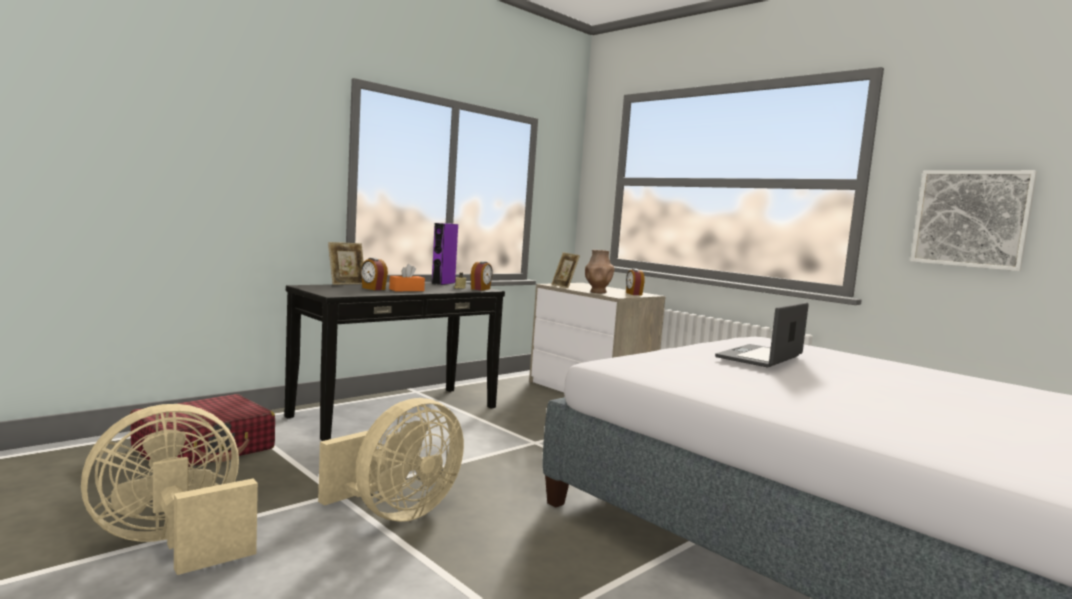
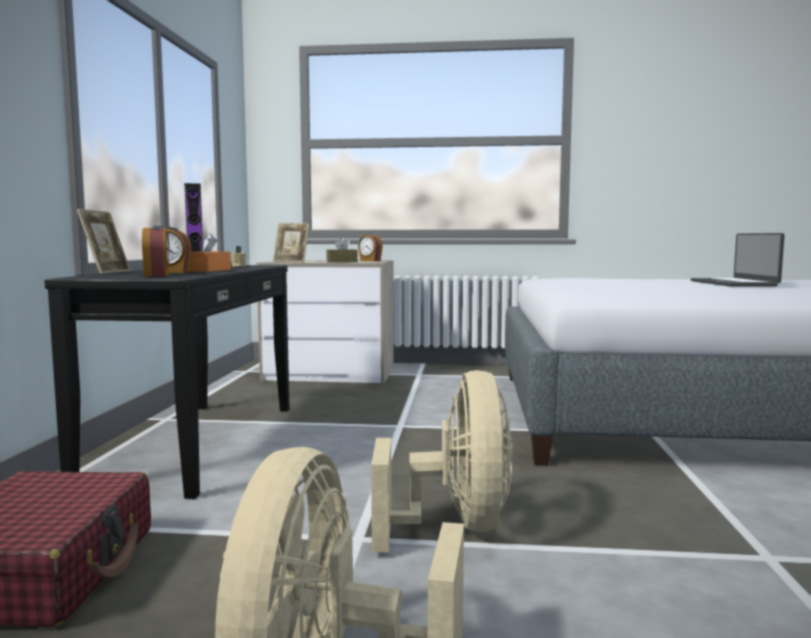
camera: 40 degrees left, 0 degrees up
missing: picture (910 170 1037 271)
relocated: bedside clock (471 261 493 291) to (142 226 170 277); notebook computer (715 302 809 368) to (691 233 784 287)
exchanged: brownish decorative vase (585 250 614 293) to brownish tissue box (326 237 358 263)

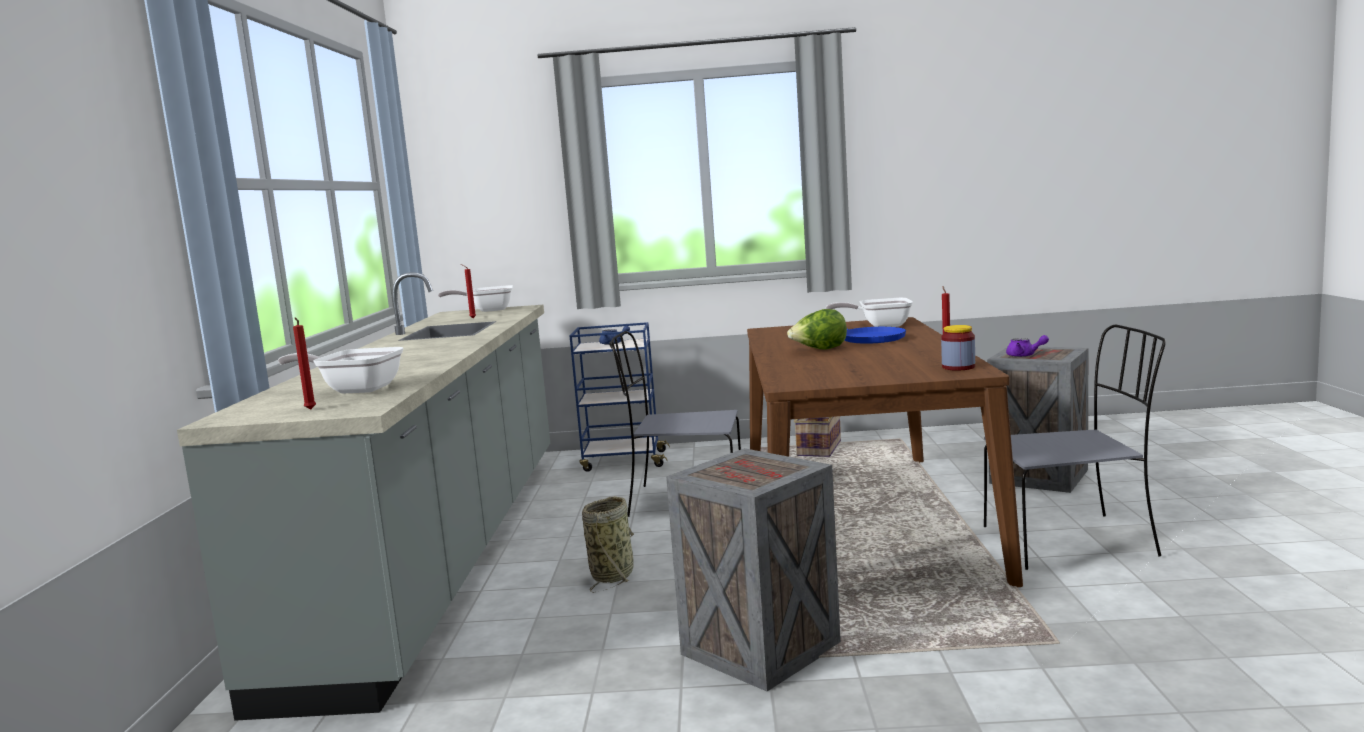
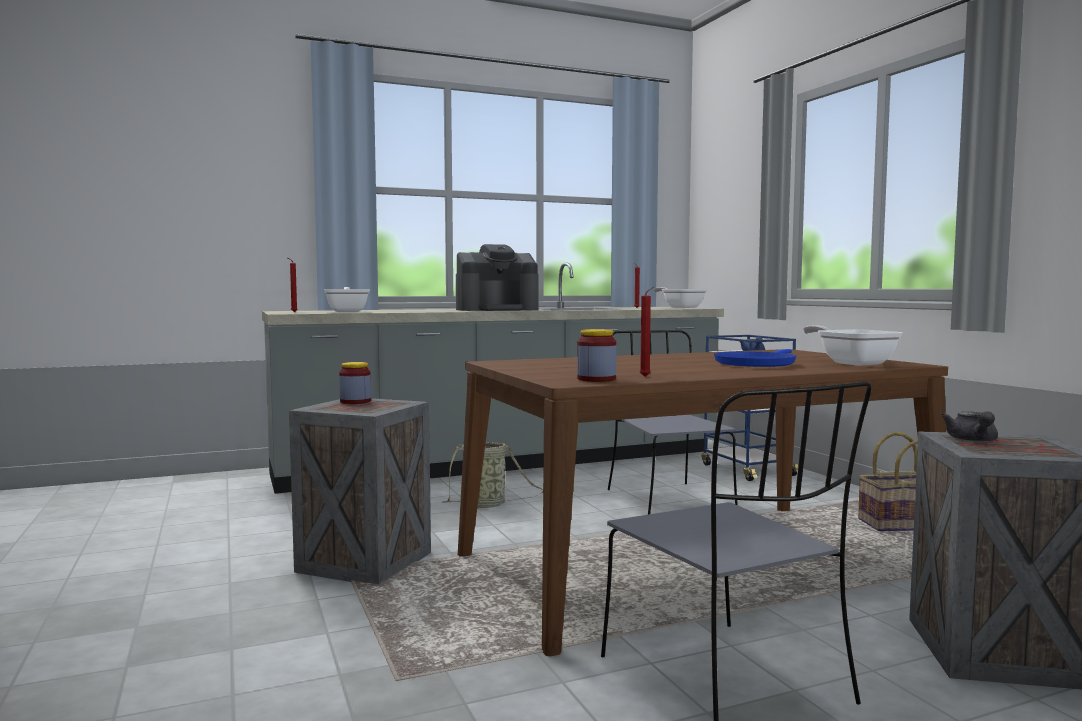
camera: 65 degrees right, 5 degrees down
missing: lettuce (787 309 847 350)
appeared: preserve jar (339 362 371 404); coffee maker (456 244 538 311)
colour: purplish teapot (1006 335 1049 357) to greyish teapot (941 411 998 442)

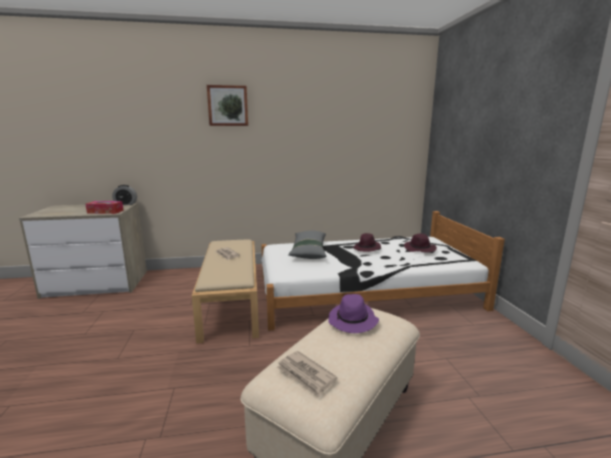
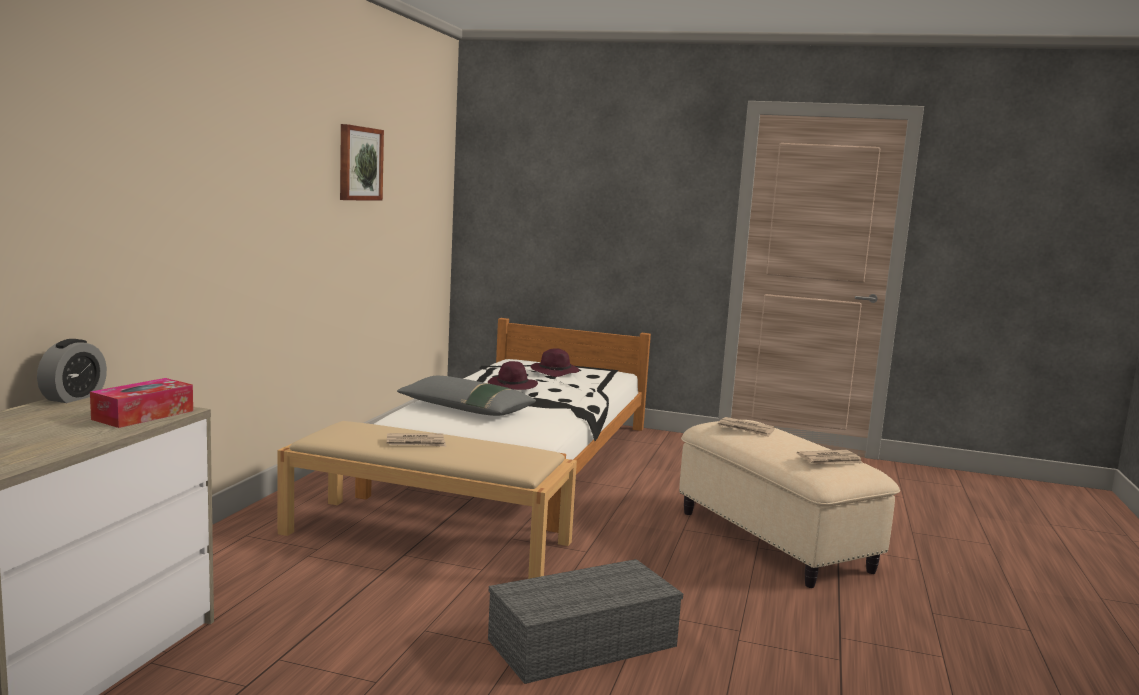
camera: 65 degrees left, 5 degrees down
appeared: greyish storage container (488 559 683 684)
relocated: picture (207 85 248 126) to (340 124 384 200)
exchanged: purplish wearable hat (328 294 379 333) to printed paper (718 417 775 437)

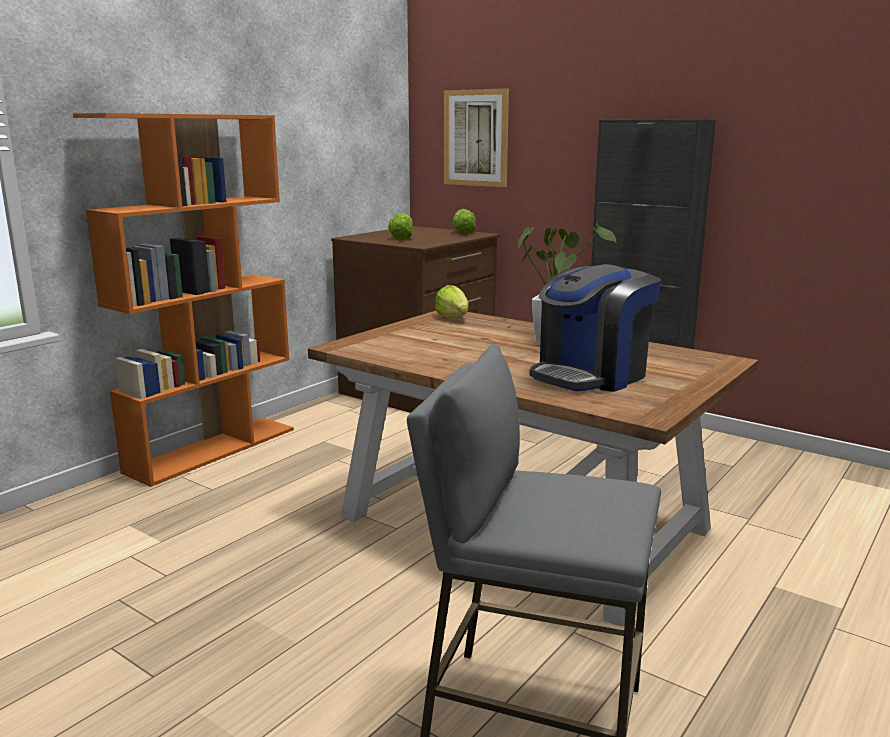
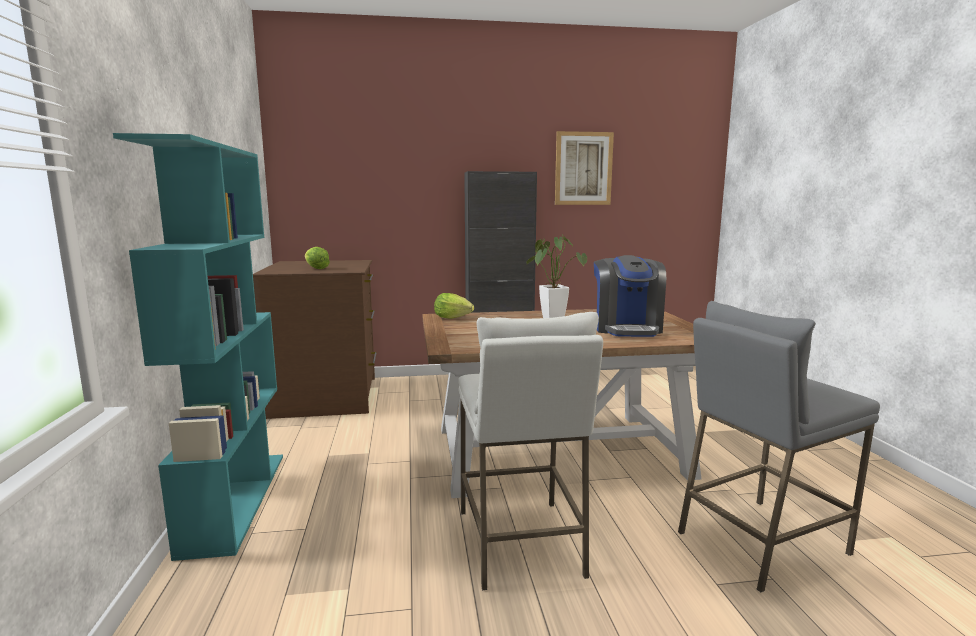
camera: 45 degrees left, 5 degrees down
missing: lettuce (453 209 476 234)
appeared: white sitting stool (458 312 603 590)
relocated: picture (444 88 509 187) to (555 131 614 205)
colour: orange-coloured bookcase (73 113 294 487) to blue-green bookcase (113 133 283 561)

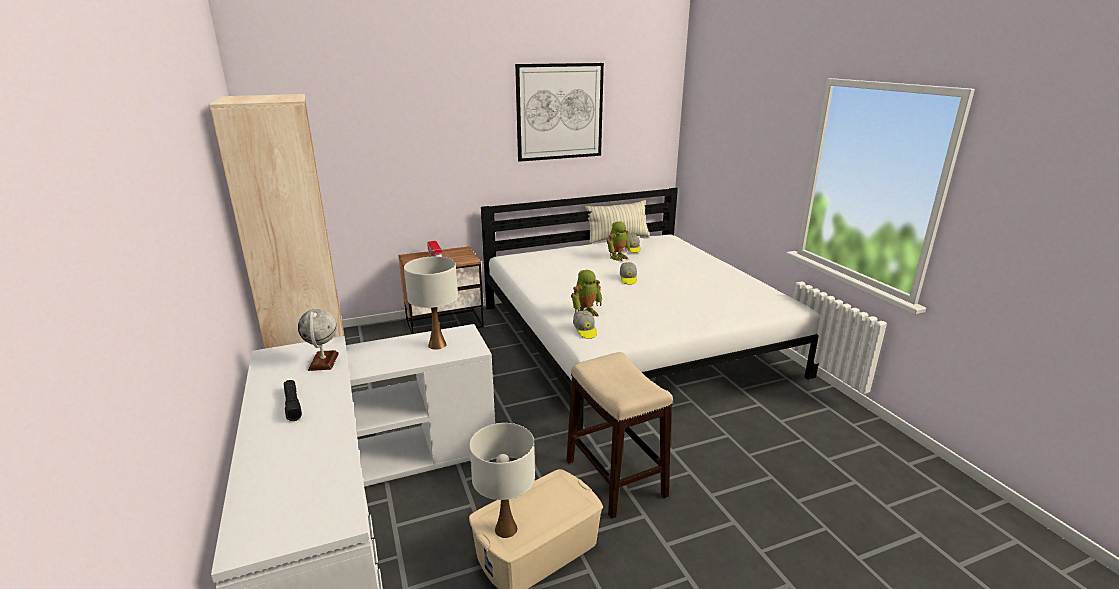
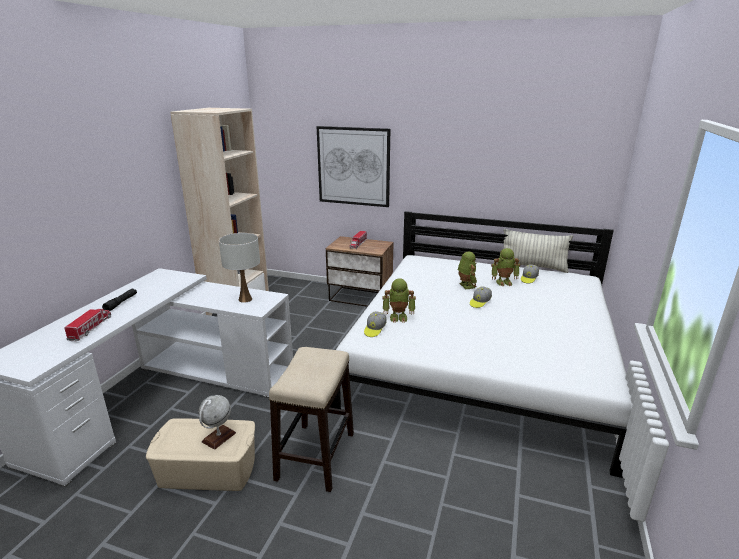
camera: 40 degrees right, 0 degrees up
missing: white lamp for a table (469 423 535 538)
appeared: toy truck (64 309 111 341); model robot (458 251 477 289)
relocated: world globe (298 309 339 371) to (199 395 236 450); picture (515 63 604 162) to (317 126 390 207)

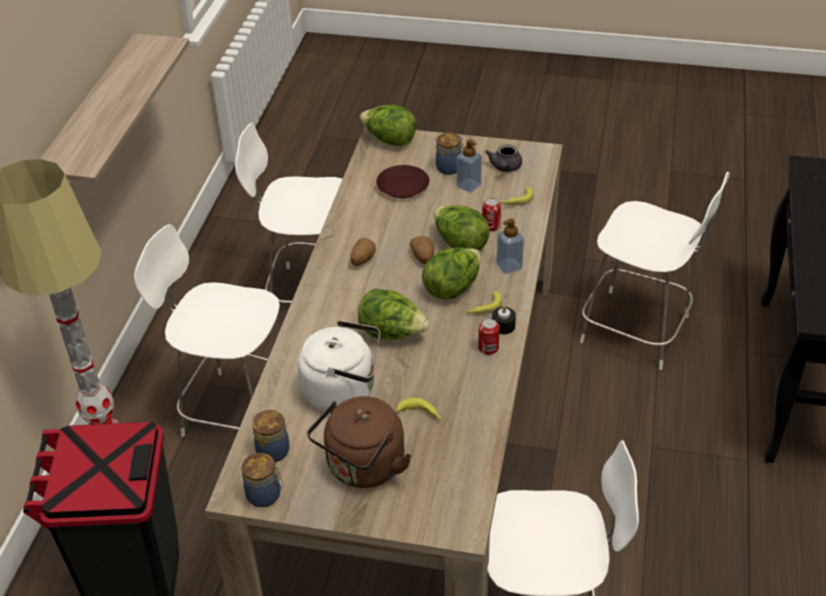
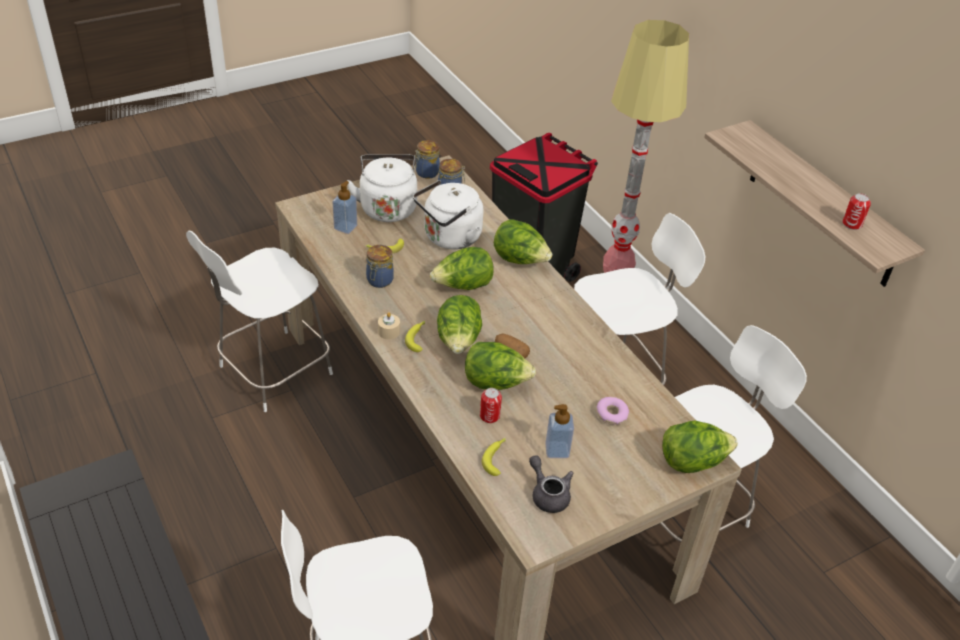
camera: 135 degrees right, 0 degrees up
missing: whole potato (350 238 376 266)
appeared: lettuce (494 219 552 264)
relocated: soap dispenser (496 219 524 274) to (333 181 357 234); preserve jar (436 133 463 175) to (366 245 394 288); metal can (478 318 500 355) to (843 193 871 230)
exchanged: brownish plate (376 165 429 198) to doughnut (596 397 629 425)
colour: brownish water kettle (307 396 411 488) to white water kettle (347 155 417 222); black wax candle (492 305 516 334) to beige wax candle (378 312 400 340)

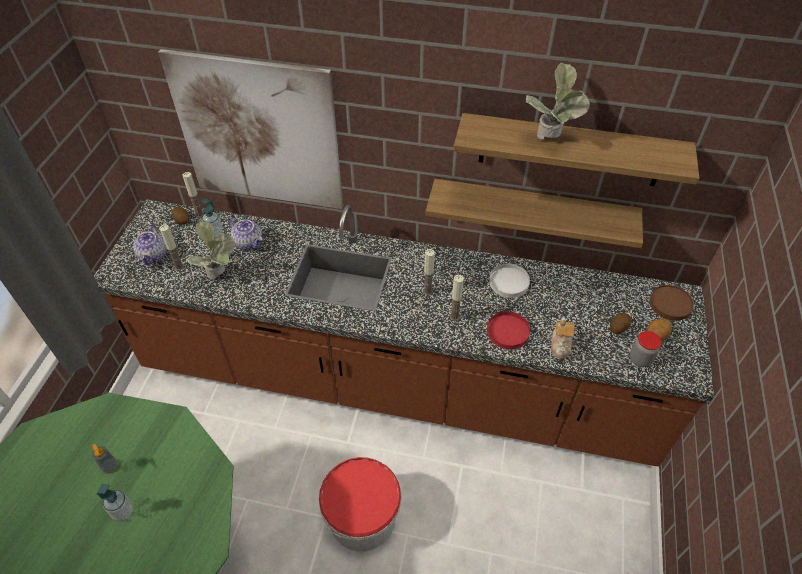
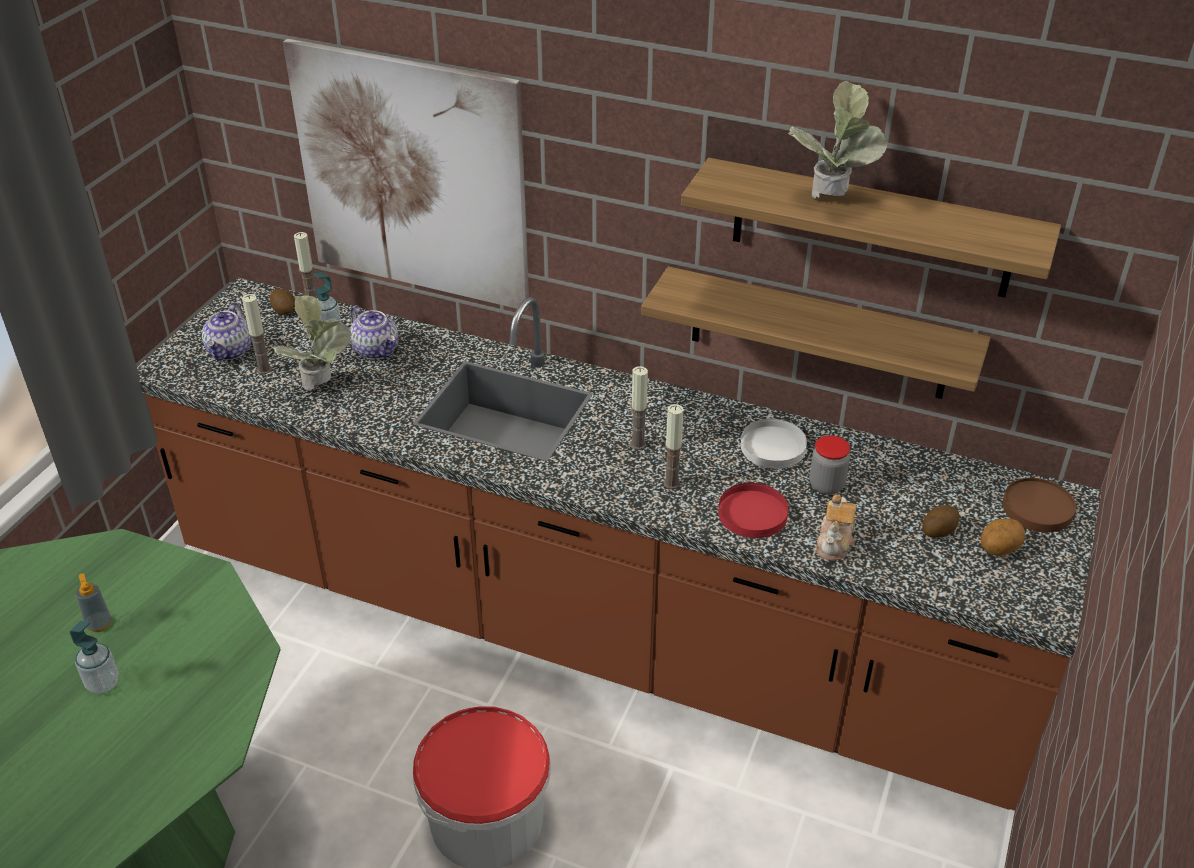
camera: 10 degrees right, 10 degrees down
relocated: preserve jar (630 331 662 367) to (809 436 850 495)

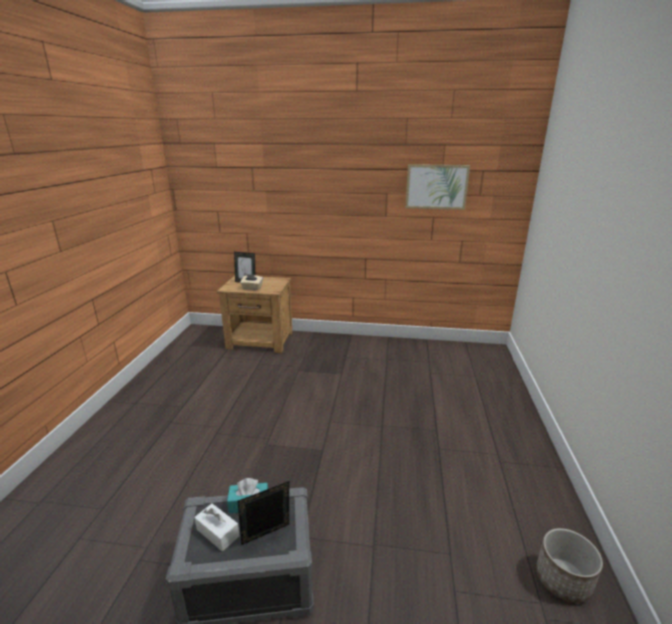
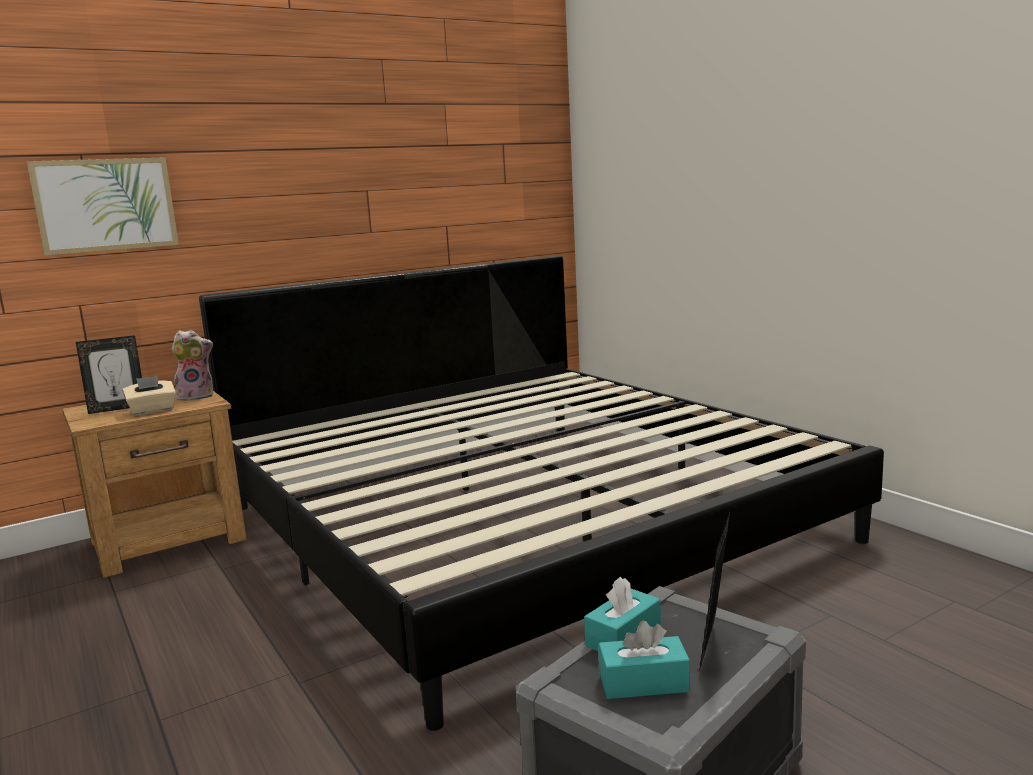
camera: 40 degrees left, 10 degrees down
missing: flower pot (536 528 603 603)
appeared: cuddly toy (172 330 213 401); bed (199 255 884 731)
relocated: picture (405 164 470 210) to (27 157 179 255)
colour: white tissue box (194 504 240 551) to blue-green tissue box (599 621 690 699)

